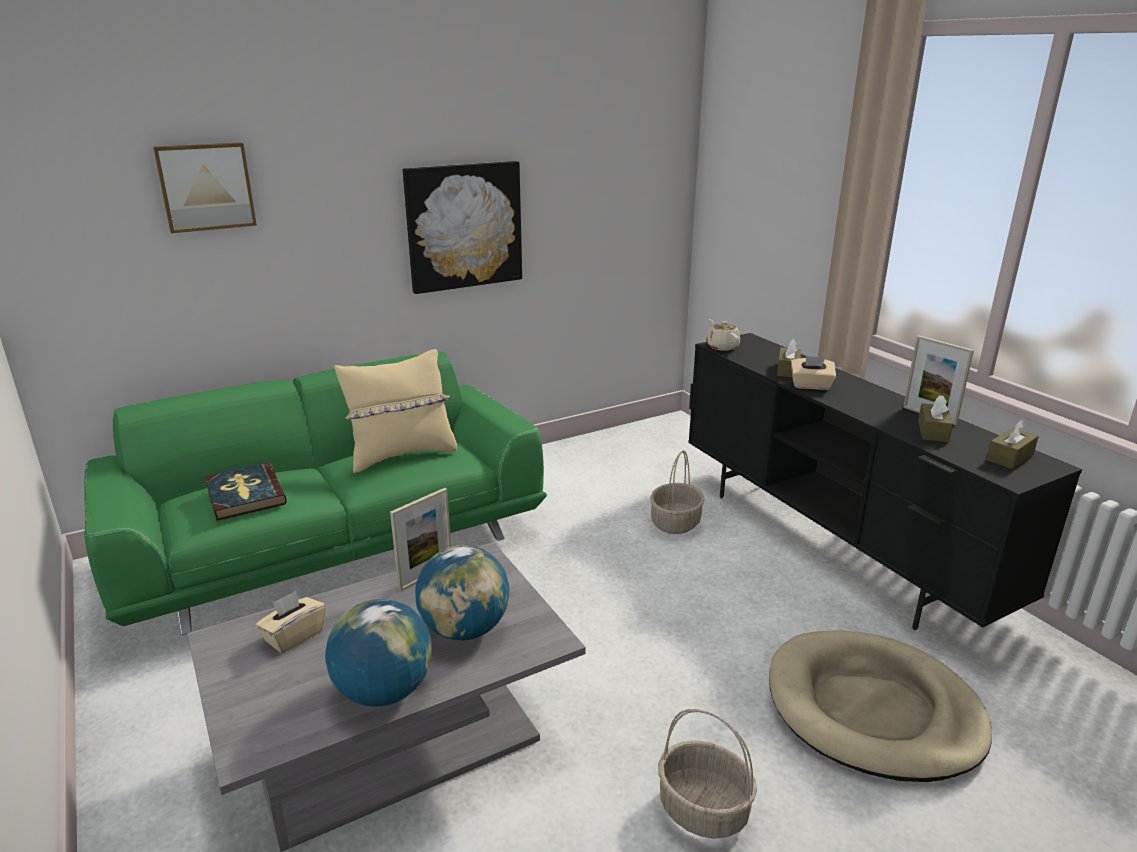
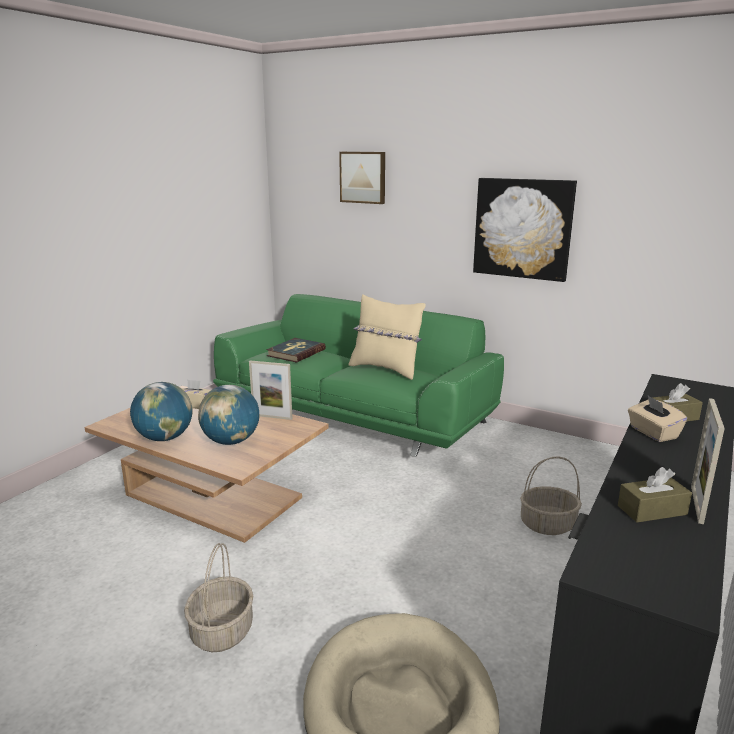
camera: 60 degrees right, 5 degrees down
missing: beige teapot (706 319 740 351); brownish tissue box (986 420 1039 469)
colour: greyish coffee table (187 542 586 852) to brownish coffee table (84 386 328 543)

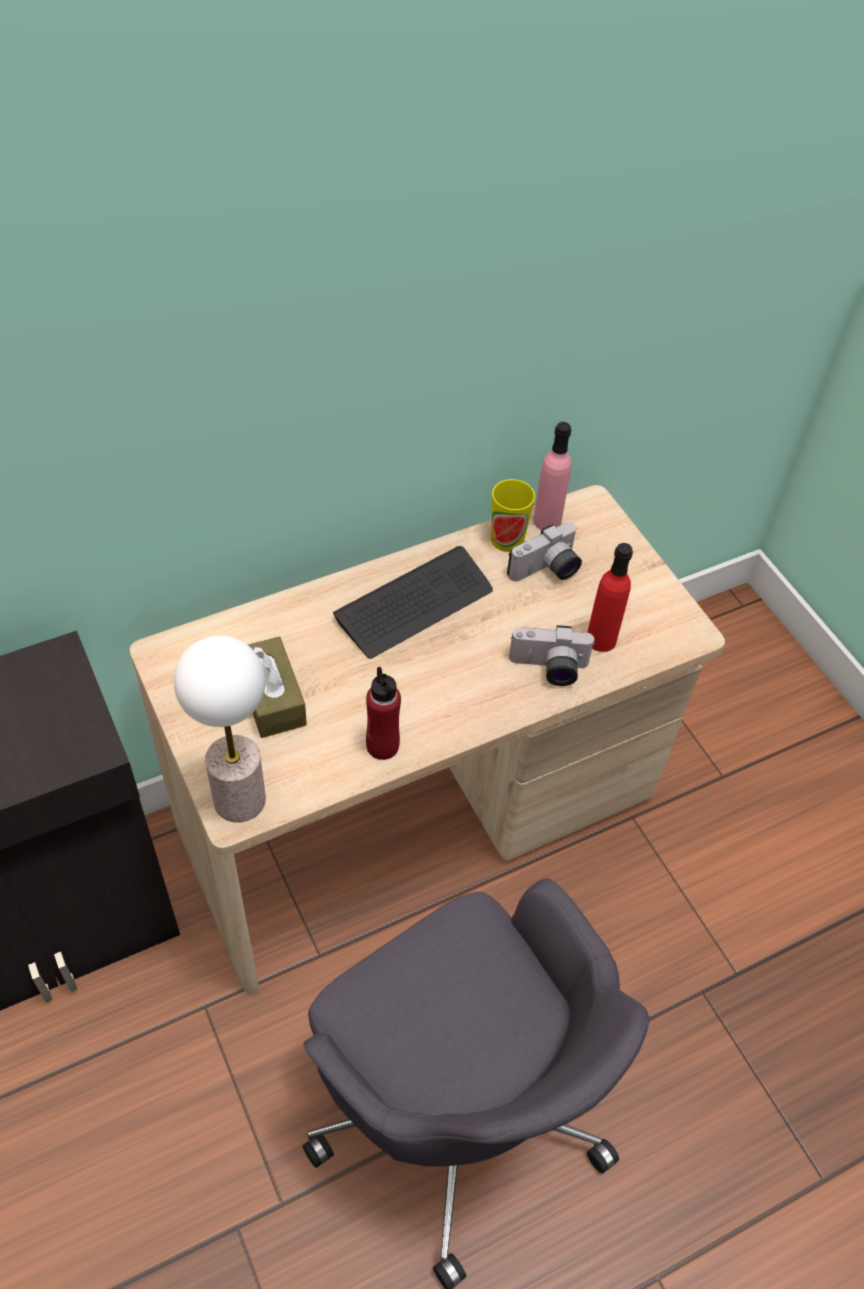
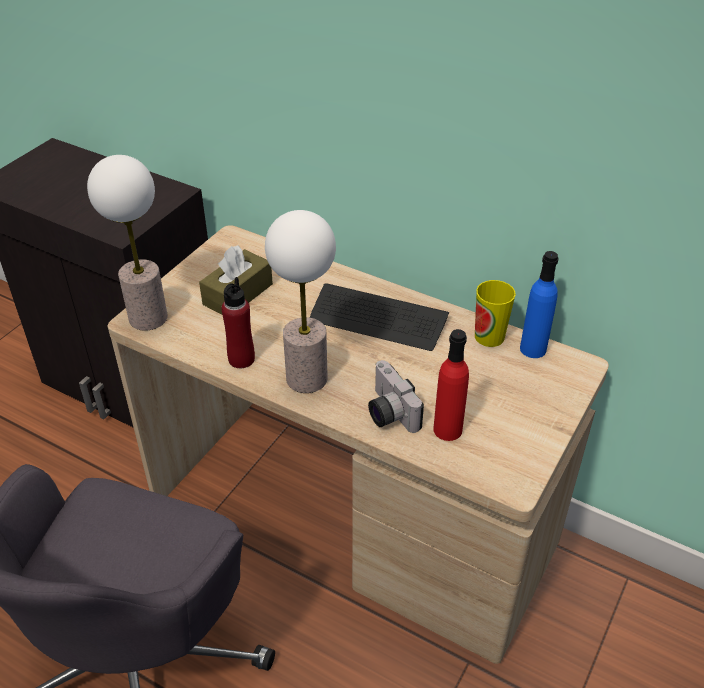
camera: 60 degrees right, 10 degrees down
missing: still camera (507 522 582 582)
appeared: lamp for a table (265 210 336 393)
colour: pink-coloured bottle (533 422 571 530) to bluish bottle (520 251 558 358)

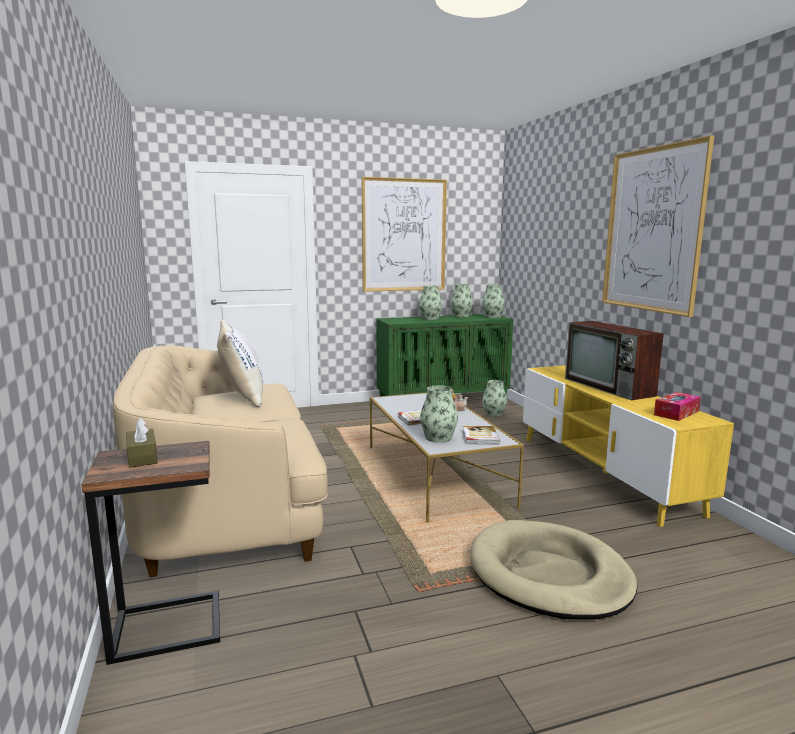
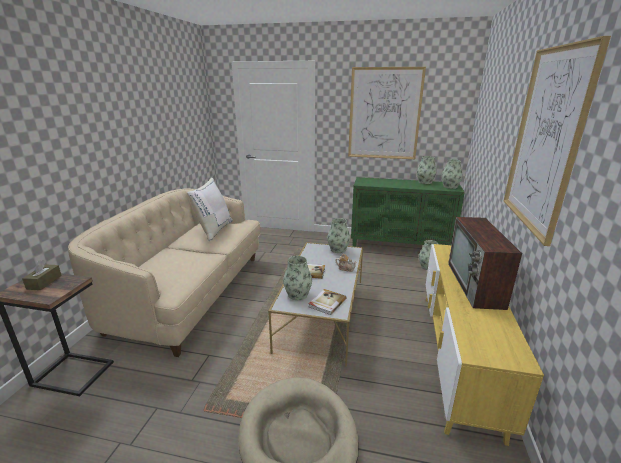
camera: 30 degrees right, 10 degrees up
missing: tissue box (654 392 701 421)
relocated: decorative vase (419 285 443 320) to (327 218 350 253)

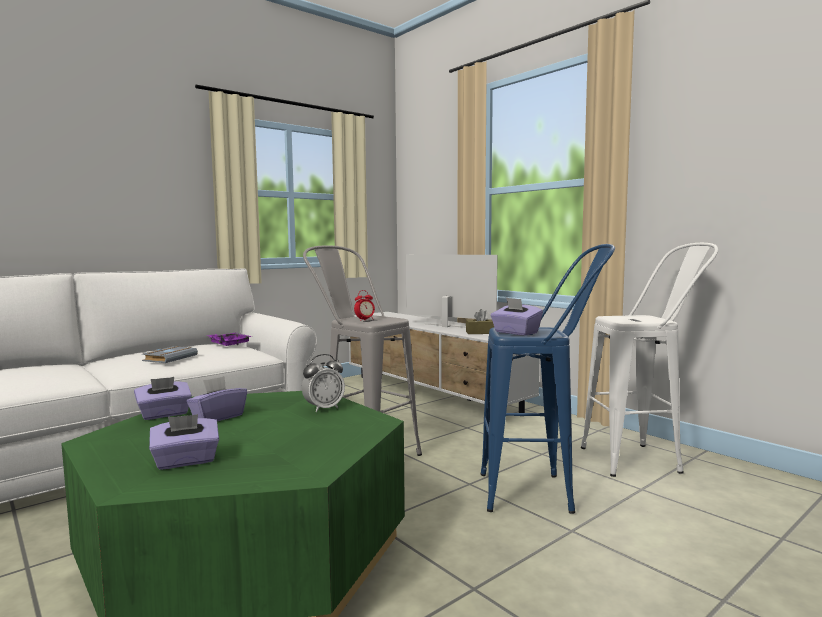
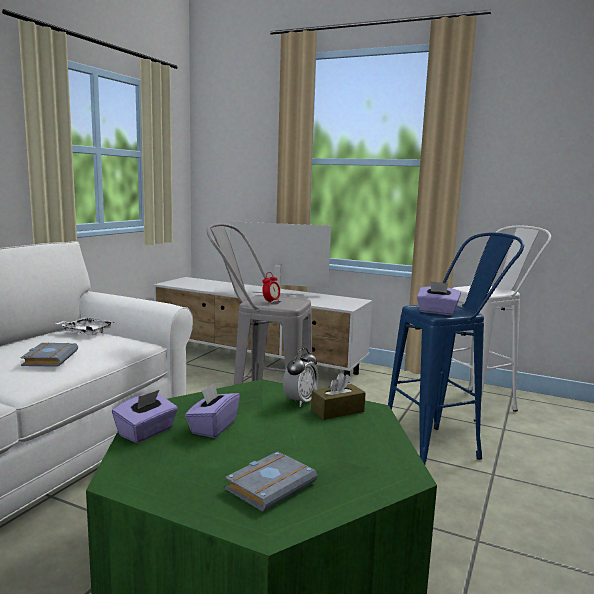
camera: 25 degrees left, 5 degrees up
relocated: brownish tissue box (466 309 494 334) to (311 373 366 420)
exchanged: purplish tissue box (149 414 219 470) to greyish volume (225 451 317 512)
colour: purplish carrying tray (206 332 251 346) to white carrying tray (56 317 114 336)

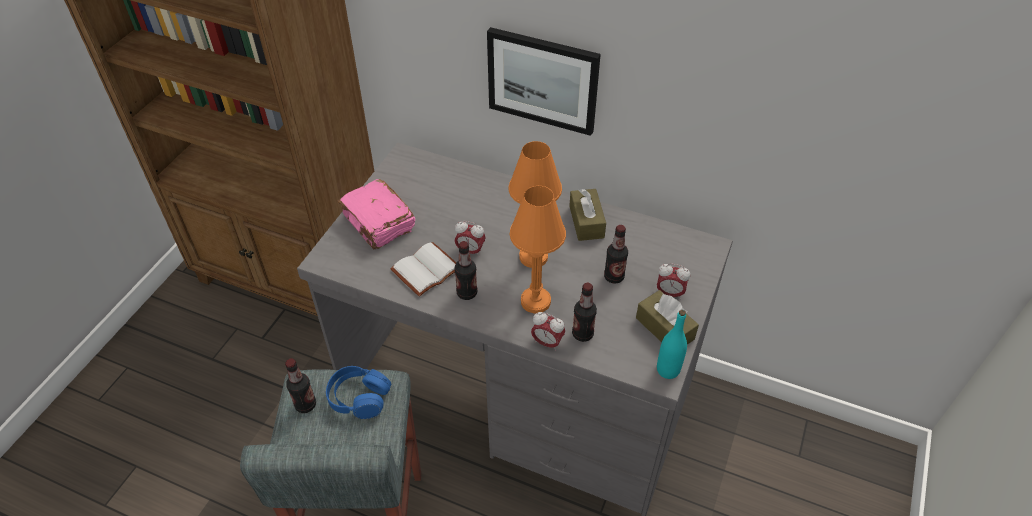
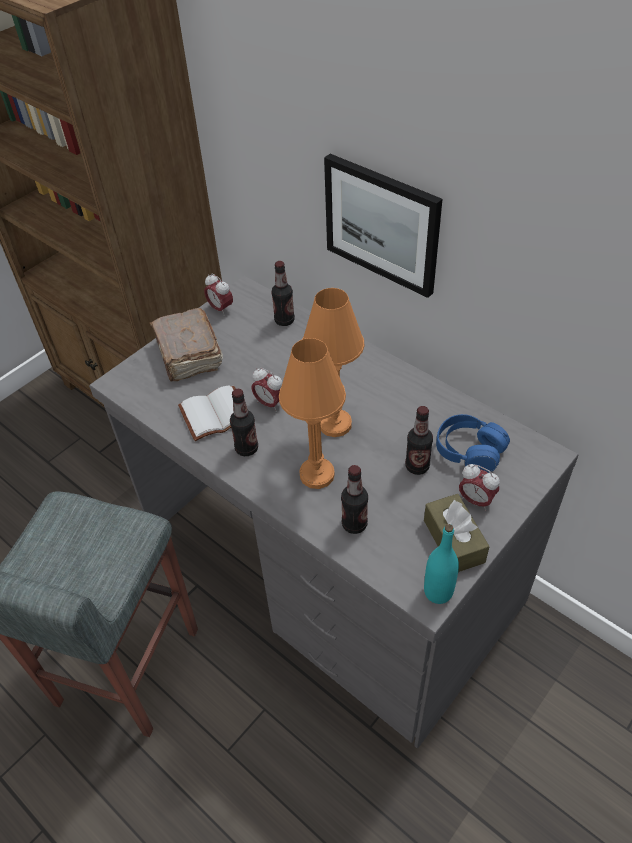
camera: 20 degrees right, 0 degrees up
missing: brownish tissue box (569 189 606 241)
relocated: bedside clock (531 312 565 351) to (204 273 233 316); bottle (285 359 316 413) to (271 261 295 326); bluish headset (326 366 391 419) to (436 414 510 473)
colour: pink-coloured volume (337 179 415 249) to brownish volume (150 308 223 381)

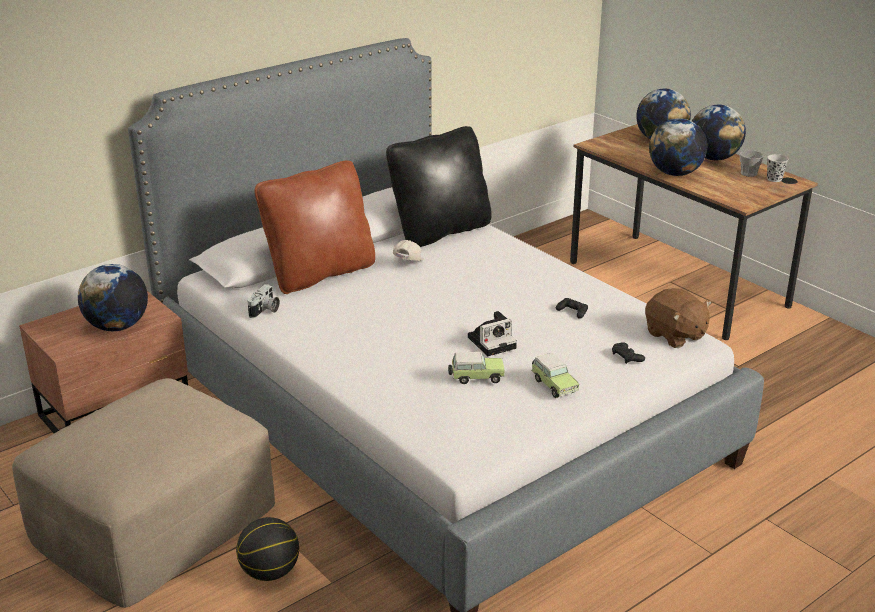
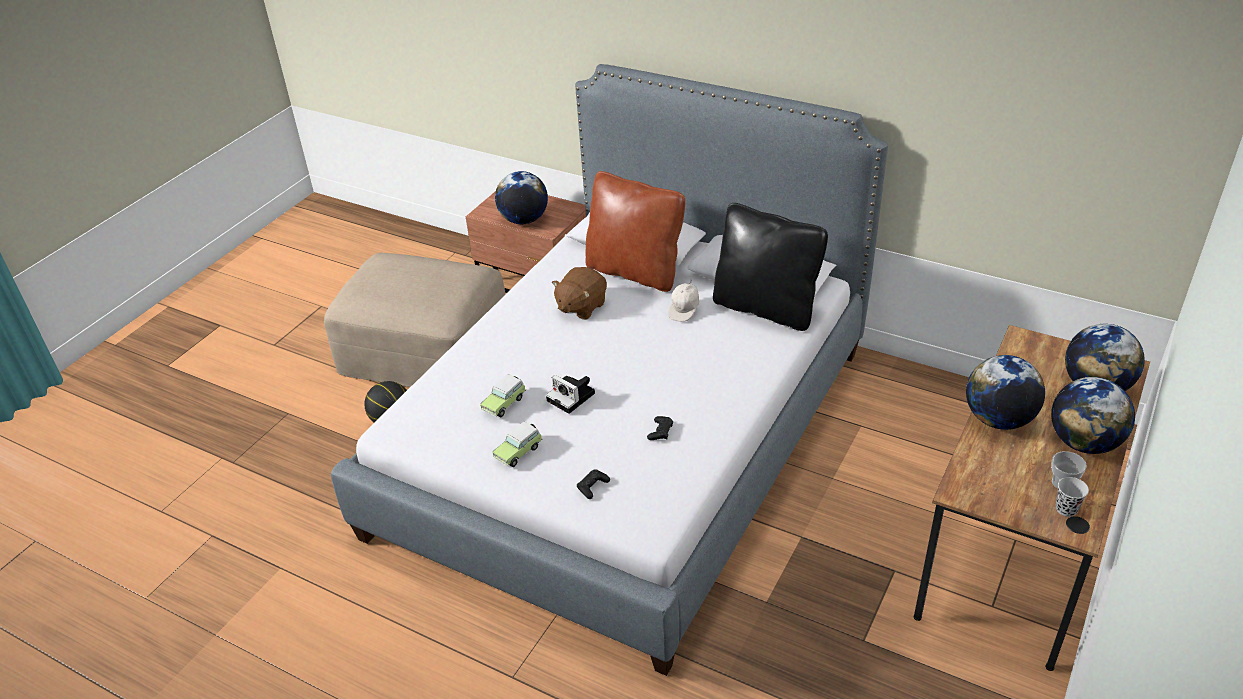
camera: 70 degrees right, 10 degrees up
missing: still camera (247 284 280 318)
relocated: brownish cuddly toy (645 288 712 348) to (552 267 607 320)
spun: model car (448 352 505 384) = (480 374 526 417) 60 degrees clockwise; white peaked cap (393 240 424 261) = (668 280 699 322) 120 degrees clockwise

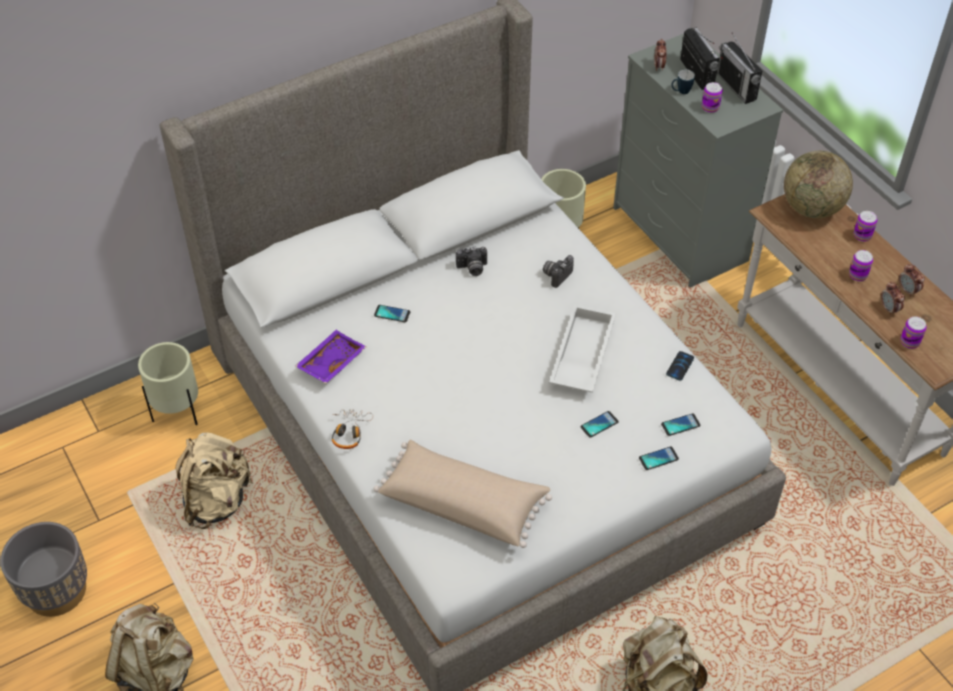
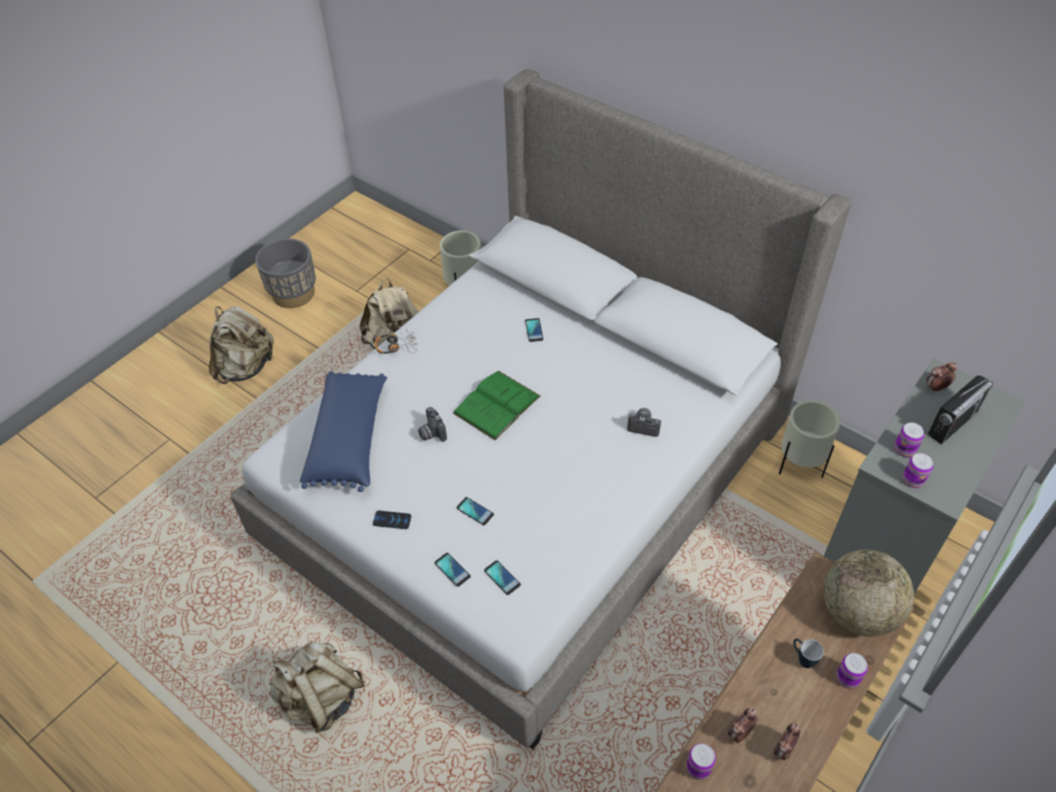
camera: 70 degrees right, 0 degrees up
missing: purplish carrying tray (295 330 366 383); white carrying tray (549 305 616 392); radio (717 33 762 104)
appeared: green-coloured volume (453 371 540 441)
relocated: handset (666 351 694 381) to (373 510 411 529); still camera (456 247 487 276) to (418 407 447 442); coffee mug (672 69 695 94) to (793 639 824 668); metal can (849 250 873 281) to (902 453 933 488)
colour: beige cushion (374 440 552 548) to bluish cushion (300 371 387 492)

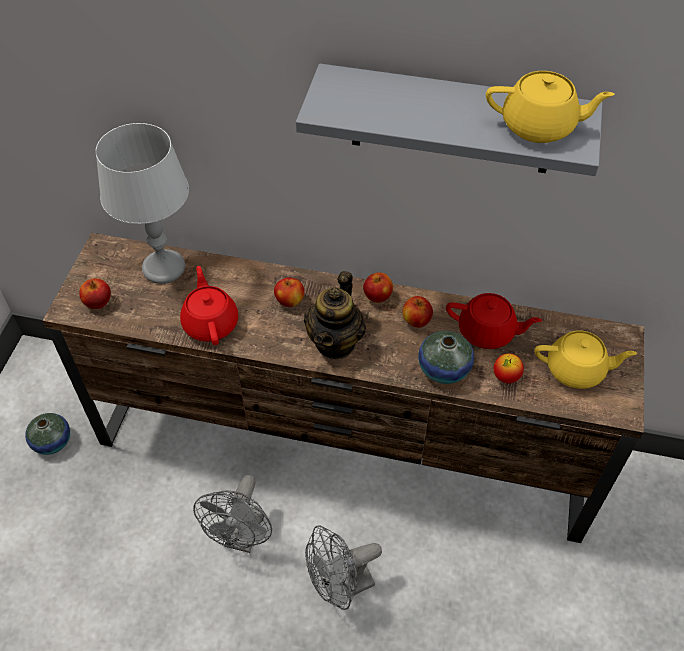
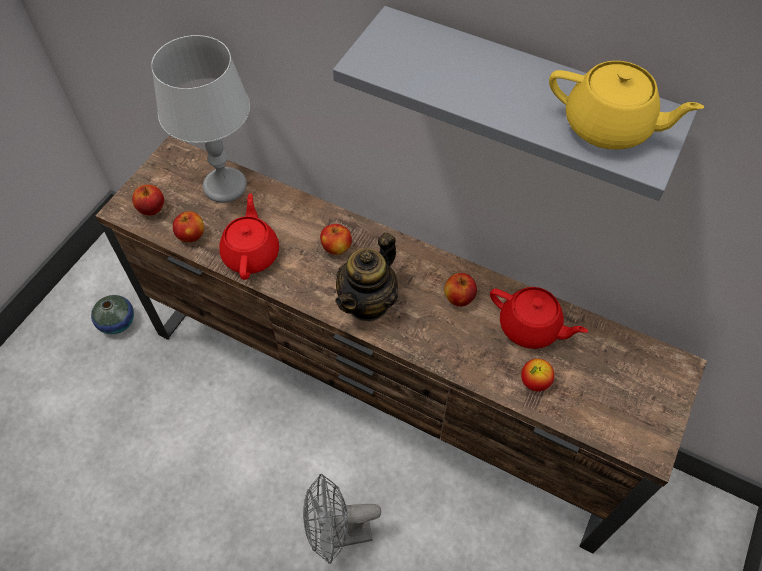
camera: 15 degrees right, 5 degrees up
missing: greyish fan (193 475 272 553); decorative vase (418 331 474 384); yellowish teapot (535 330 637 389)
relocated: apple (363 272 393 303) to (173 211 204 242)

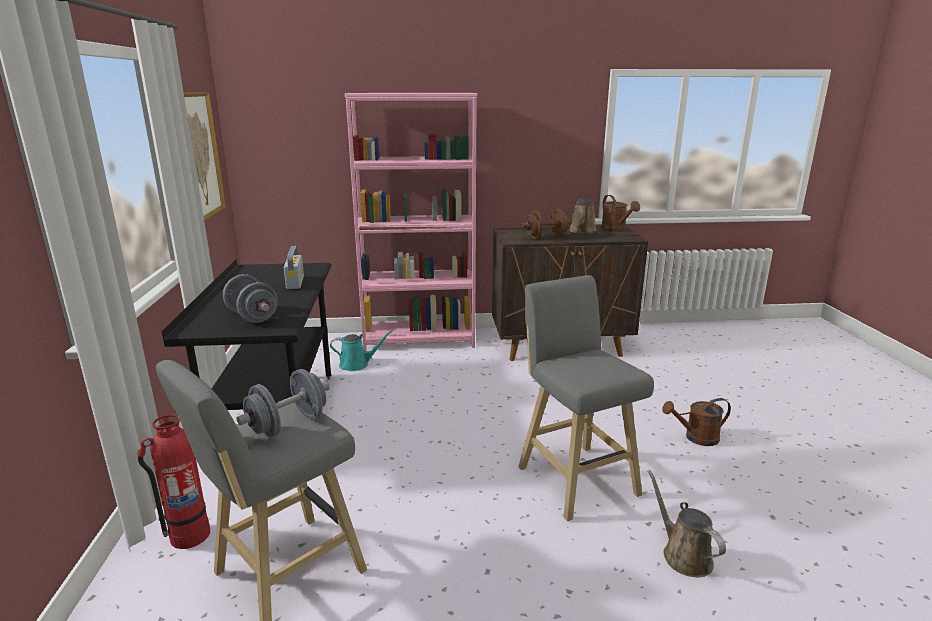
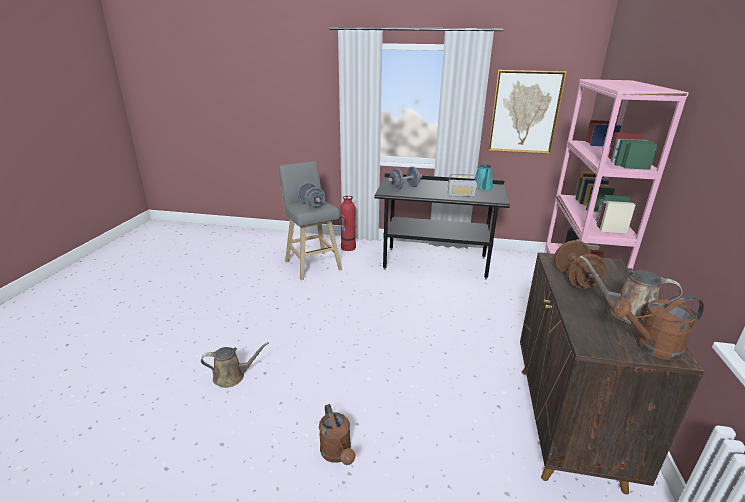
camera: 105 degrees right, 5 degrees up
missing: greyish sitting stool (518 275 654 521)
relocated: blue-green watering pot (330 330 393 371) to (474 163 494 190)
spun: brownish watering pot (662 398 731 446) = (319 404 355 465) 150 degrees clockwise

